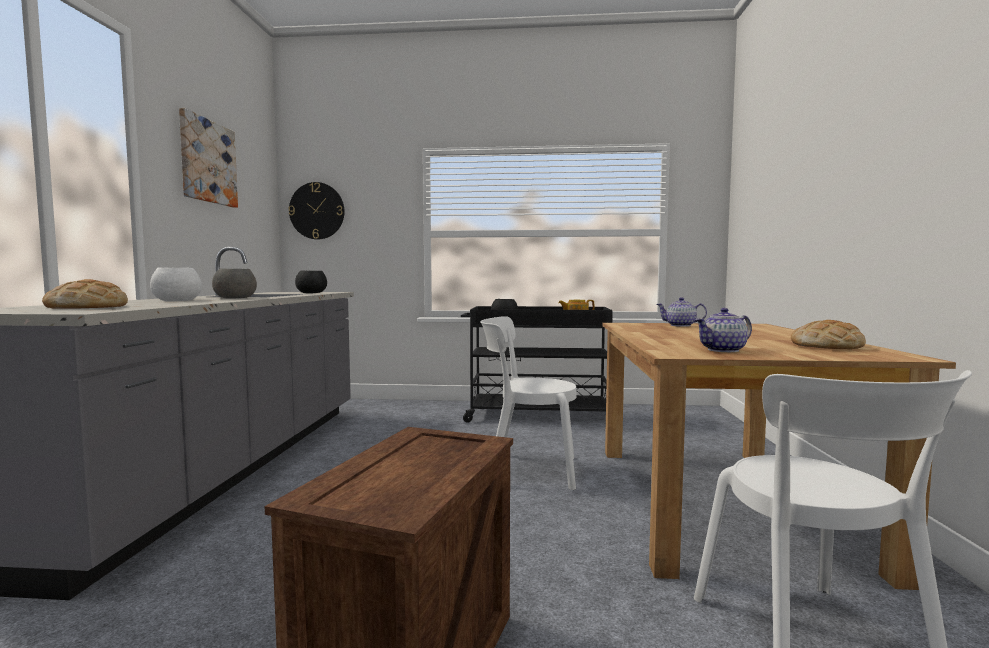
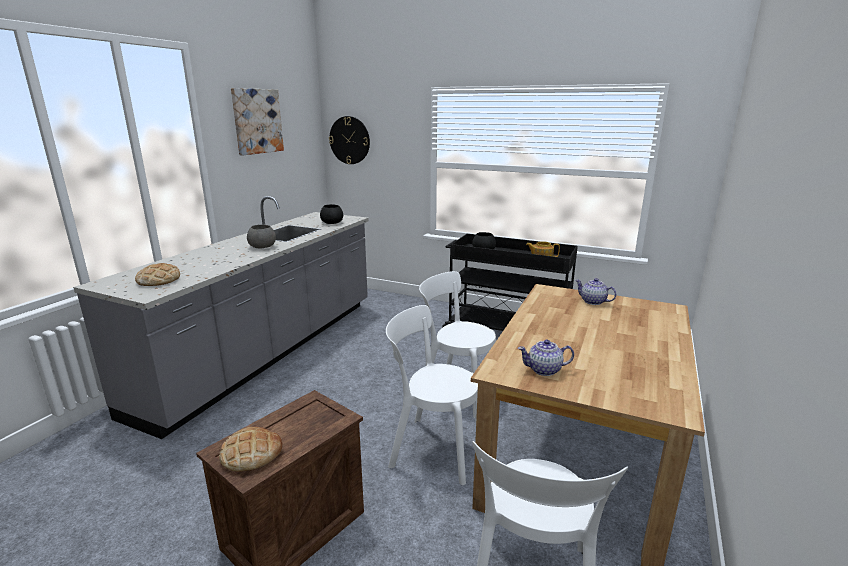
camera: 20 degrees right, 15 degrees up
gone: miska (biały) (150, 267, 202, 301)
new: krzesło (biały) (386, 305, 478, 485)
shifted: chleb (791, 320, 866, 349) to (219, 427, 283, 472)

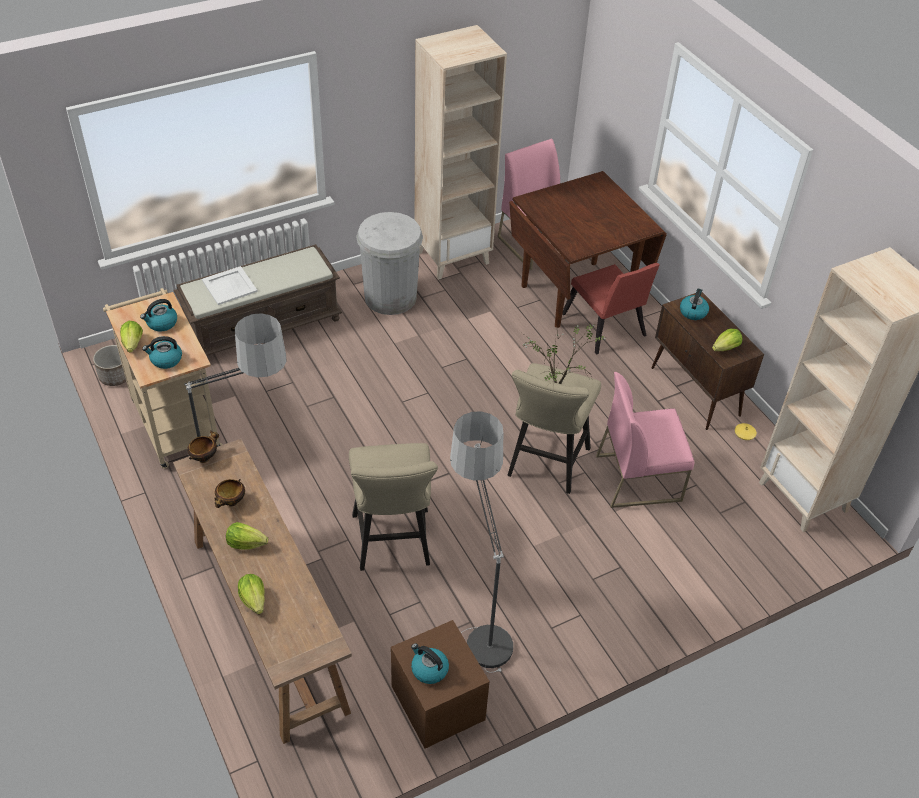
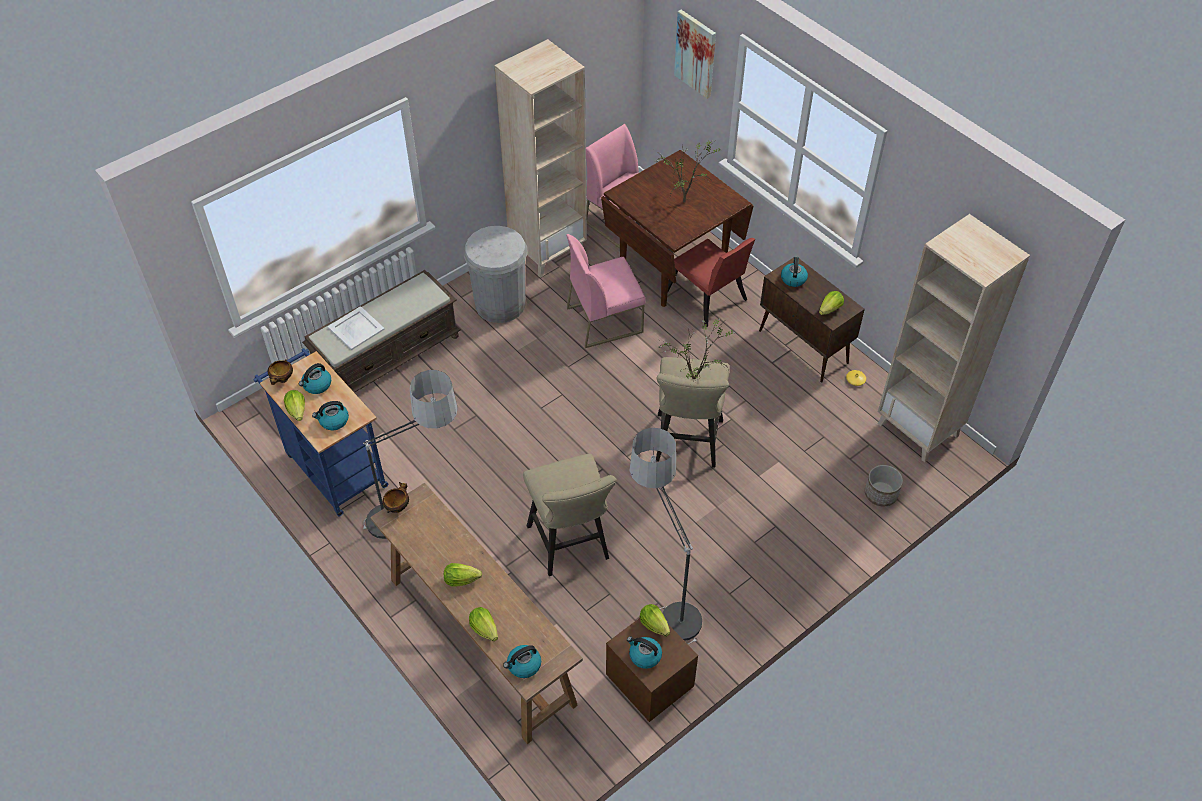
camera: 10 degrees left, 5 degrees up
new: obraz (674, 10, 716, 99); roślina doniczkowa (654, 140, 721, 203); sałata (640, 604, 670, 636); czajnik (503, 645, 541, 678)
shifted: donica (93, 345, 126, 386) to (865, 465, 903, 506); krzesło (różowy) (596, 372, 694, 508) to (566, 234, 645, 348); miska (214, 479, 245, 508) to (268, 359, 293, 385)
repainted: wózek (beżowy) (103, 288, 223, 469) to wózek (niebieski) (254, 348, 388, 517)

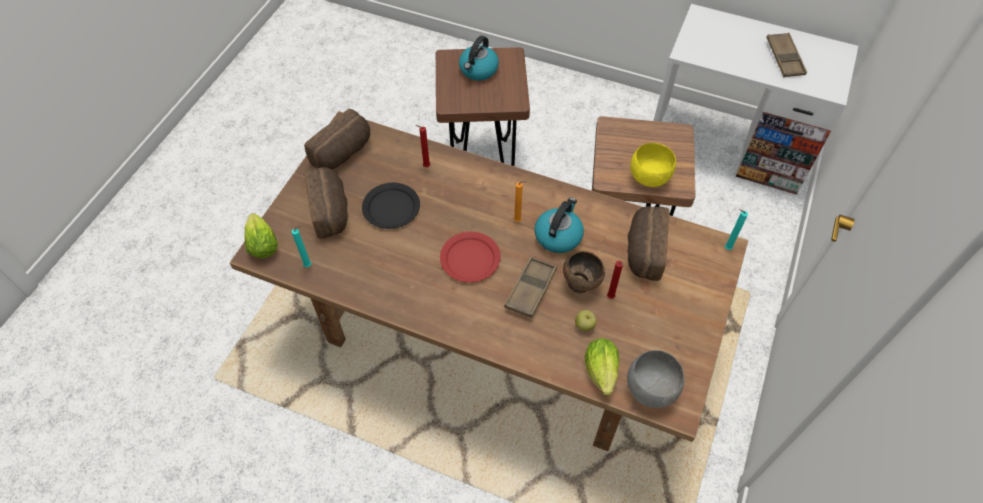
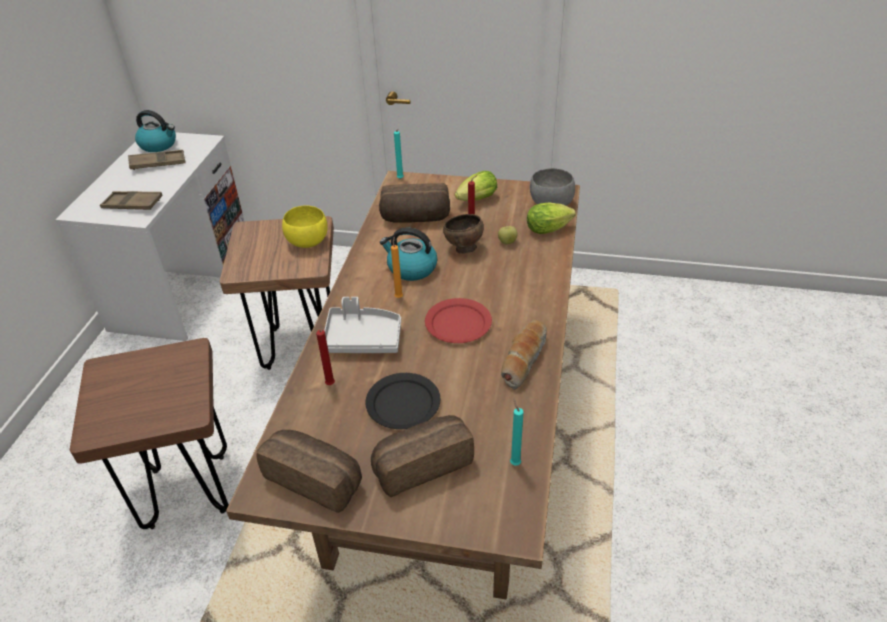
camera: 100 degrees left, 15 degrees down
new: taca (szary) (324, 297, 401, 353); chleb (501, 319, 547, 390)
shifted: czajnik (459, 36, 499, 80) to (135, 110, 176, 152); sałata (244, 213, 278, 258) to (455, 171, 497, 201); taca (brązowy) (504, 257, 557, 318) to (100, 191, 163, 210)

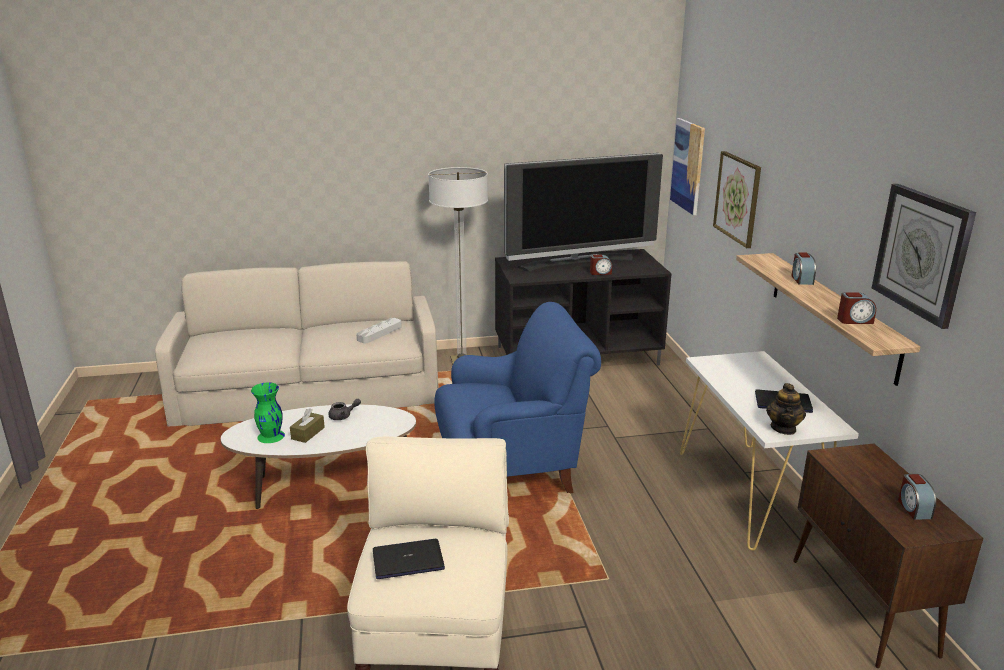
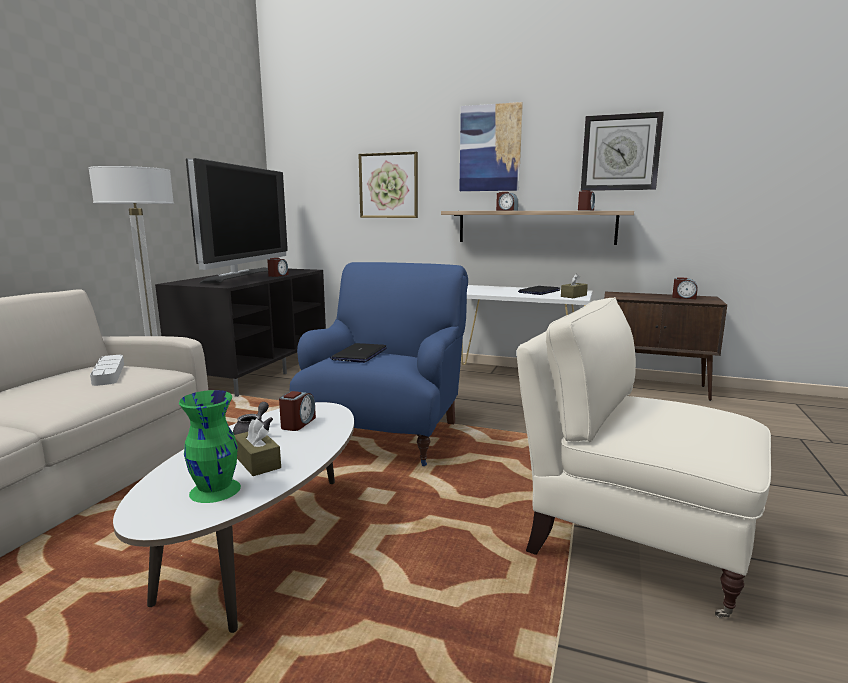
camera: 60 degrees left, 10 degrees down
new: budzik (279, 391, 316, 431)
shifted: obraz (670, 118, 705, 215) to (459, 102, 523, 191); laptop (373, 538, 445, 579) to (330, 343, 387, 363)
swapped: imbryk (766, 383, 806, 435) to pudełko chusteczek (brązowy) (561, 273, 588, 298)

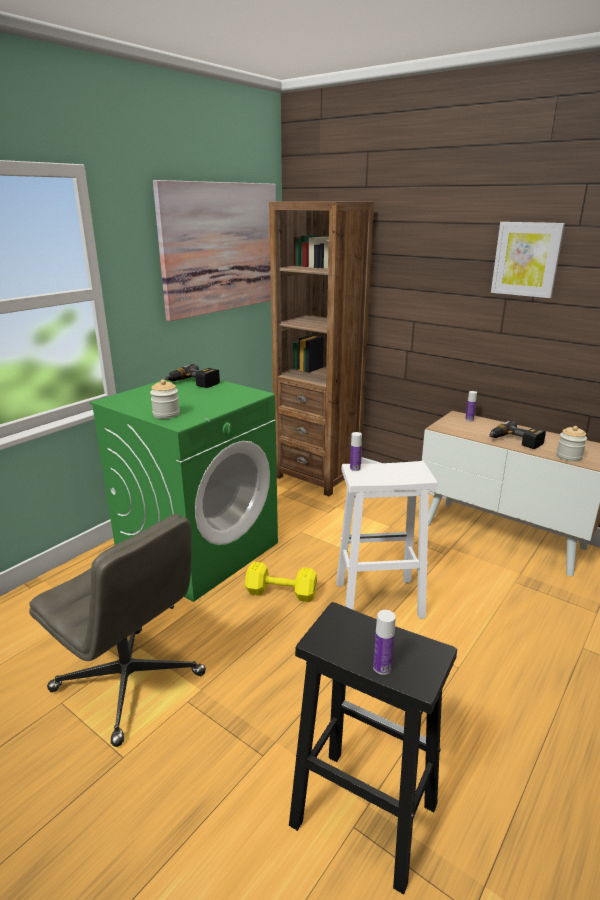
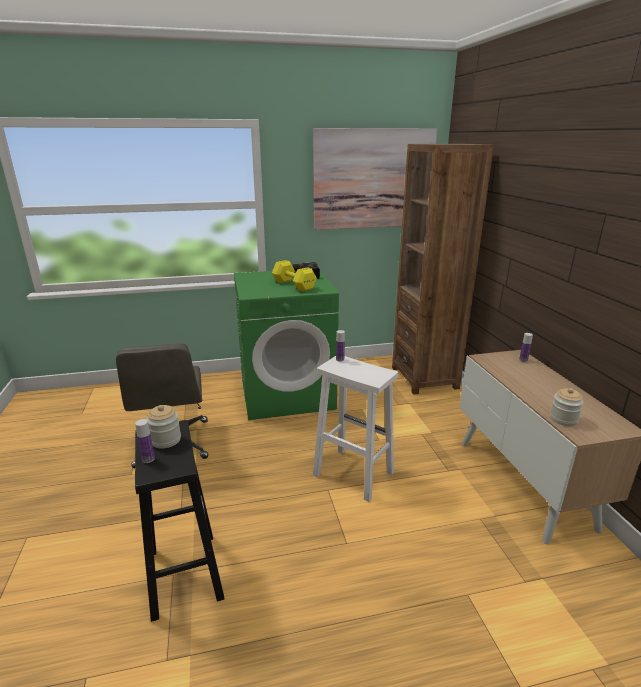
camera: 40 degrees right, 0 degrees up
gone: obraz (491, 222, 565, 298); wiertarka (489, 420, 546, 449)
shifted: słoik (150, 379, 180, 419) to (146, 405, 181, 449); hantel (żółty) (245, 562, 317, 602) to (272, 260, 317, 292)

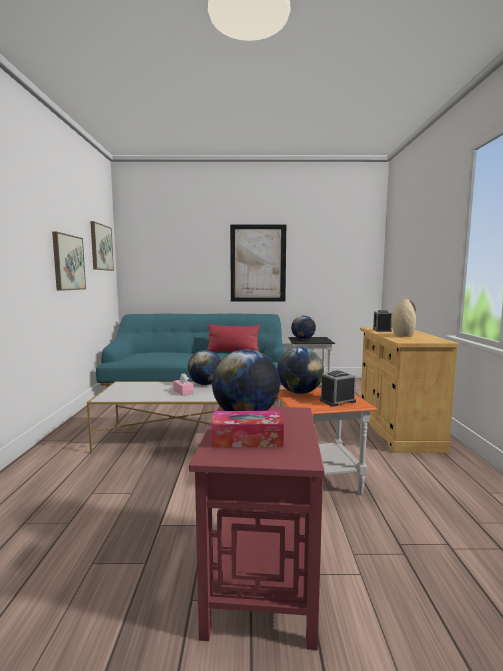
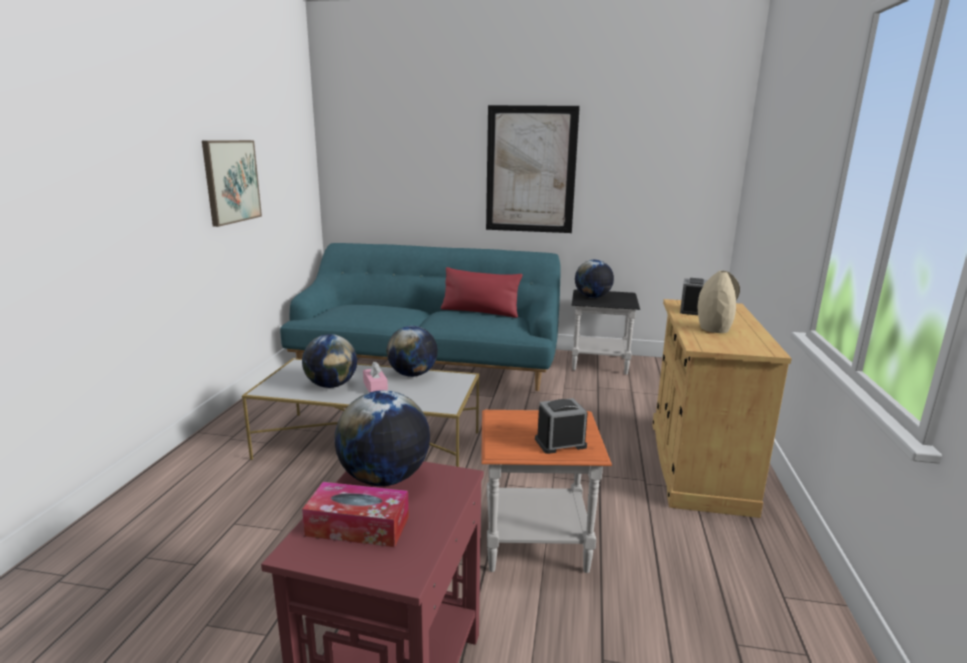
camera: 10 degrees right, 10 degrees up
gone: obraz (90, 221, 114, 271)
shifted: globus (277, 347, 324, 394) to (302, 334, 357, 388)

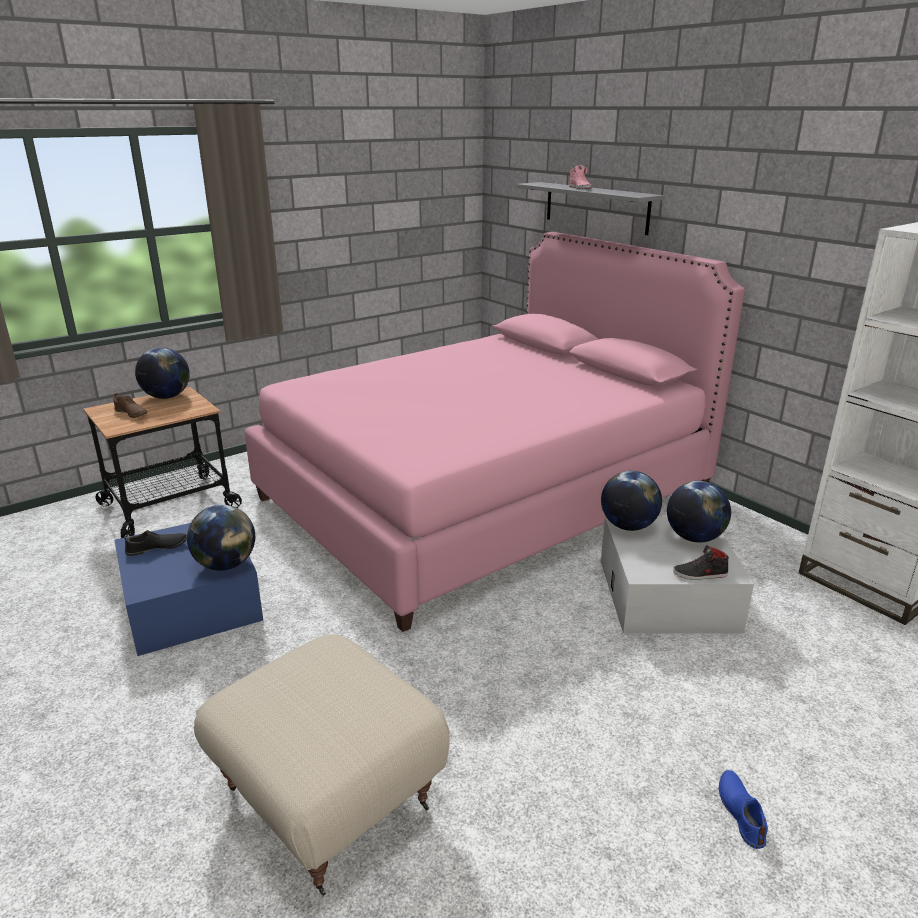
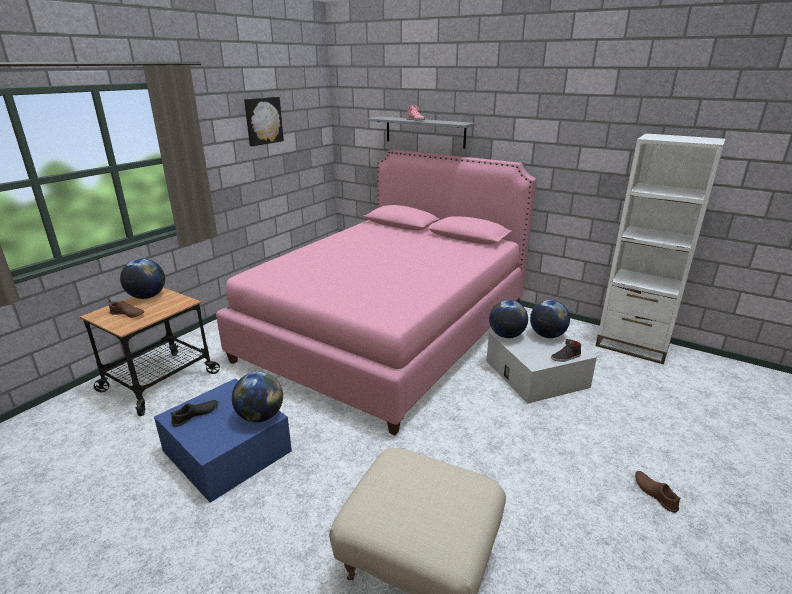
camera: 20 degrees left, 0 degrees up
new: obraz (244, 97, 284, 146)
repainted: but (niebieski) (719, 770, 768, 849) to but (brązowy) (635, 471, 680, 513)

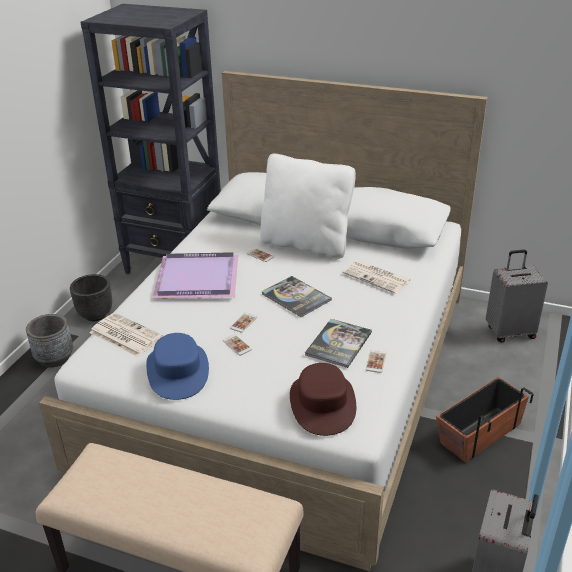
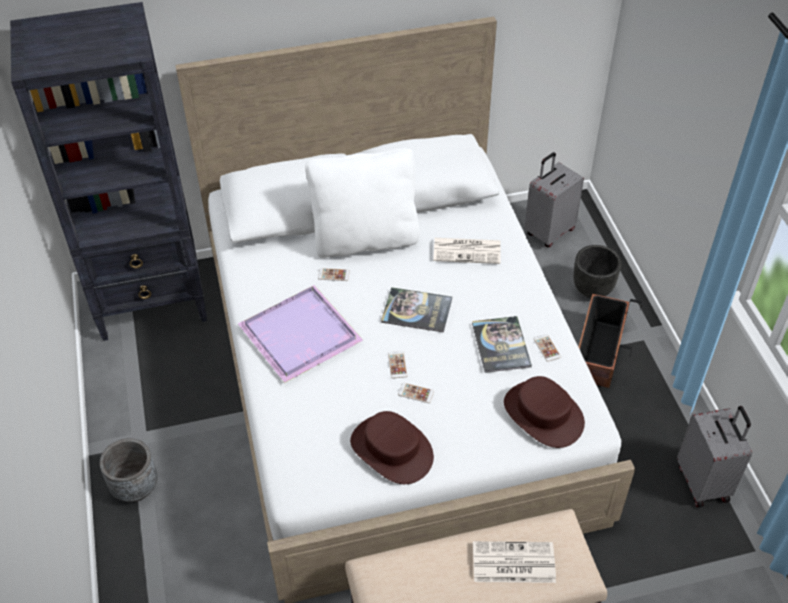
camera: 35 degrees left, 15 degrees up
shifted: donica (czarny) (70, 274, 112, 321) to (573, 245, 621, 299); gazeta (90, 313, 163, 357) to (473, 541, 556, 583)
repainted: kapelusz (niebieski) (146, 333, 209, 400) to kapelusz (brązowy) (350, 411, 434, 484)

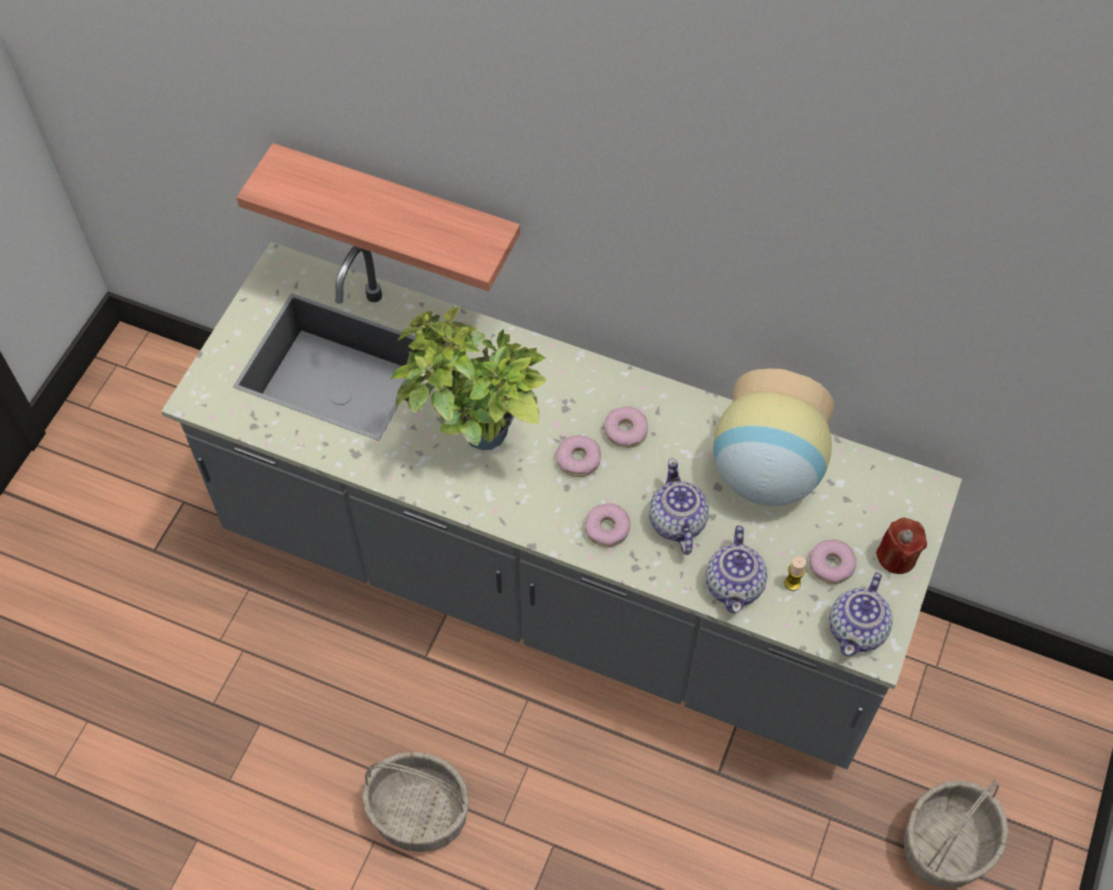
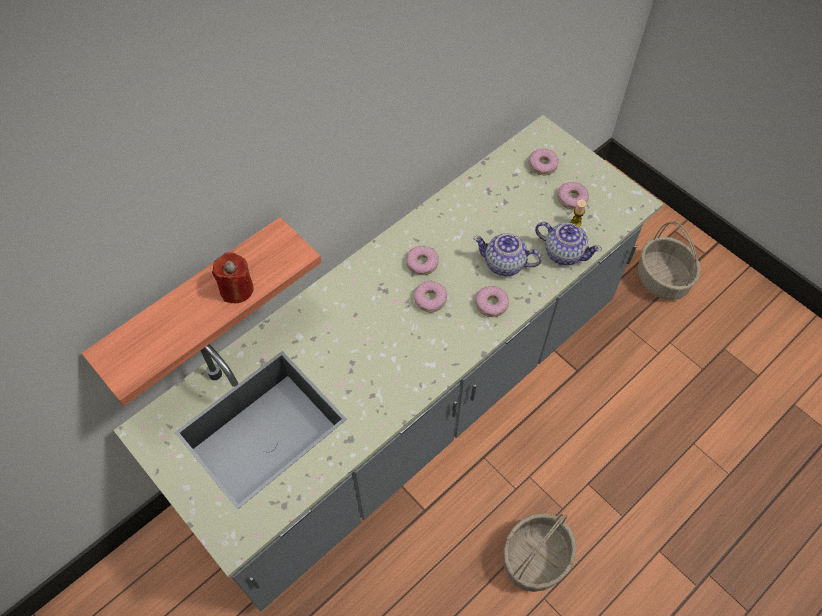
camera: 65 degrees left, 0 degrees up
gone: roślina doniczkowa (391, 306, 547, 450); wazon (713, 369, 834, 506); imbryk (829, 572, 893, 656)
new: donut (529, 148, 559, 175)
shifted: świeca (czerwony) (876, 518, 927, 574) to (212, 252, 254, 304)

